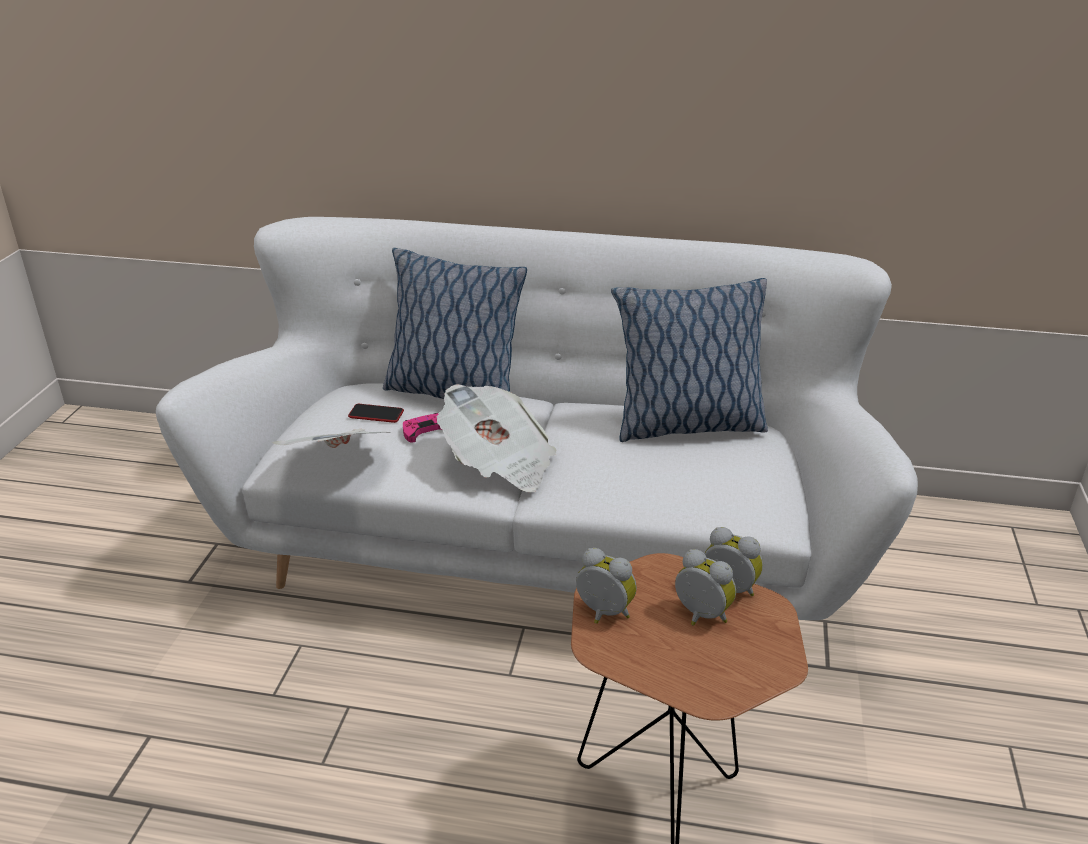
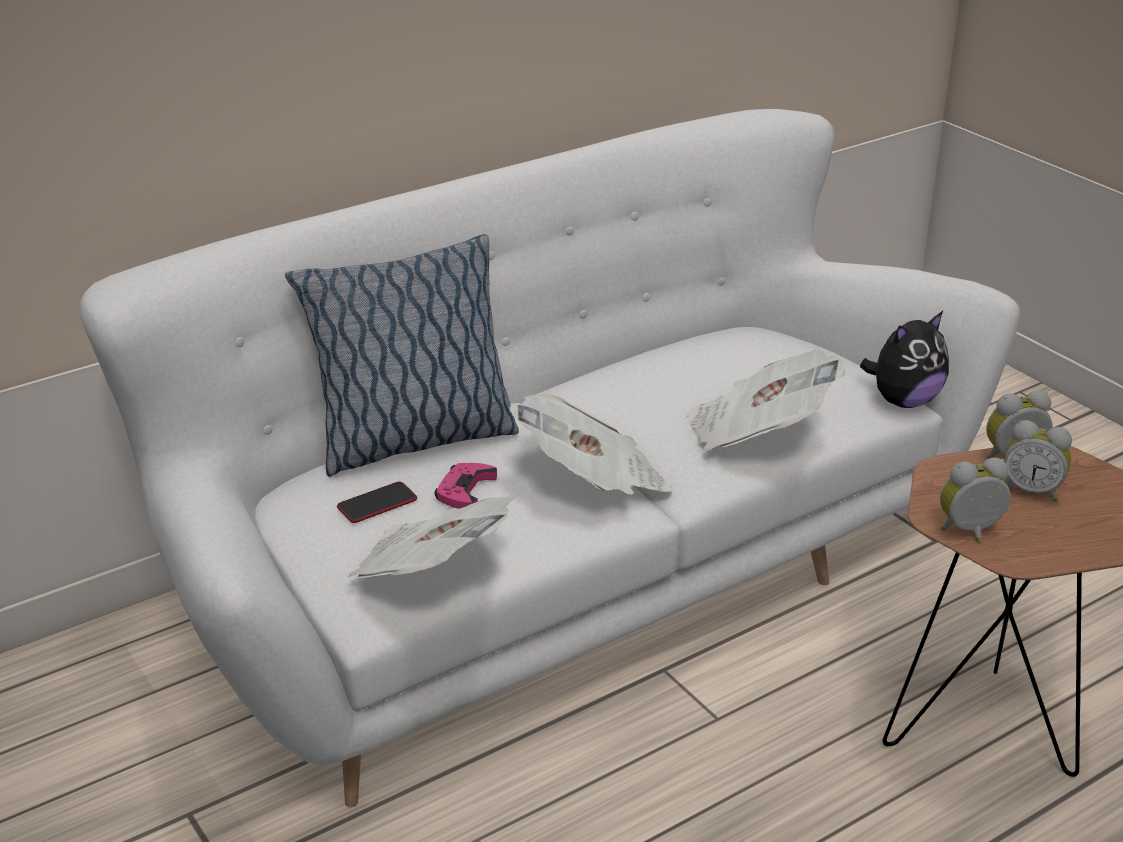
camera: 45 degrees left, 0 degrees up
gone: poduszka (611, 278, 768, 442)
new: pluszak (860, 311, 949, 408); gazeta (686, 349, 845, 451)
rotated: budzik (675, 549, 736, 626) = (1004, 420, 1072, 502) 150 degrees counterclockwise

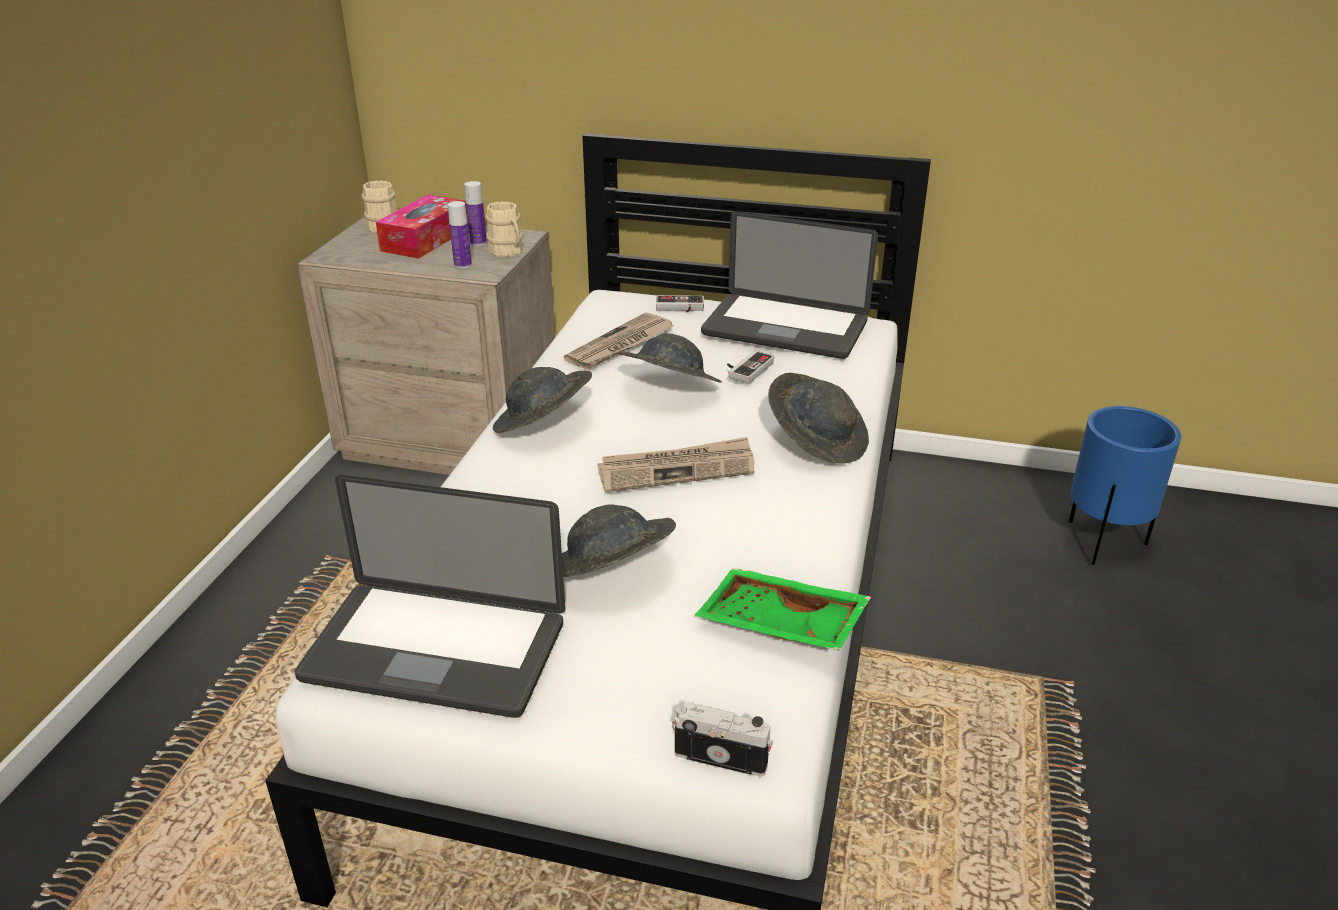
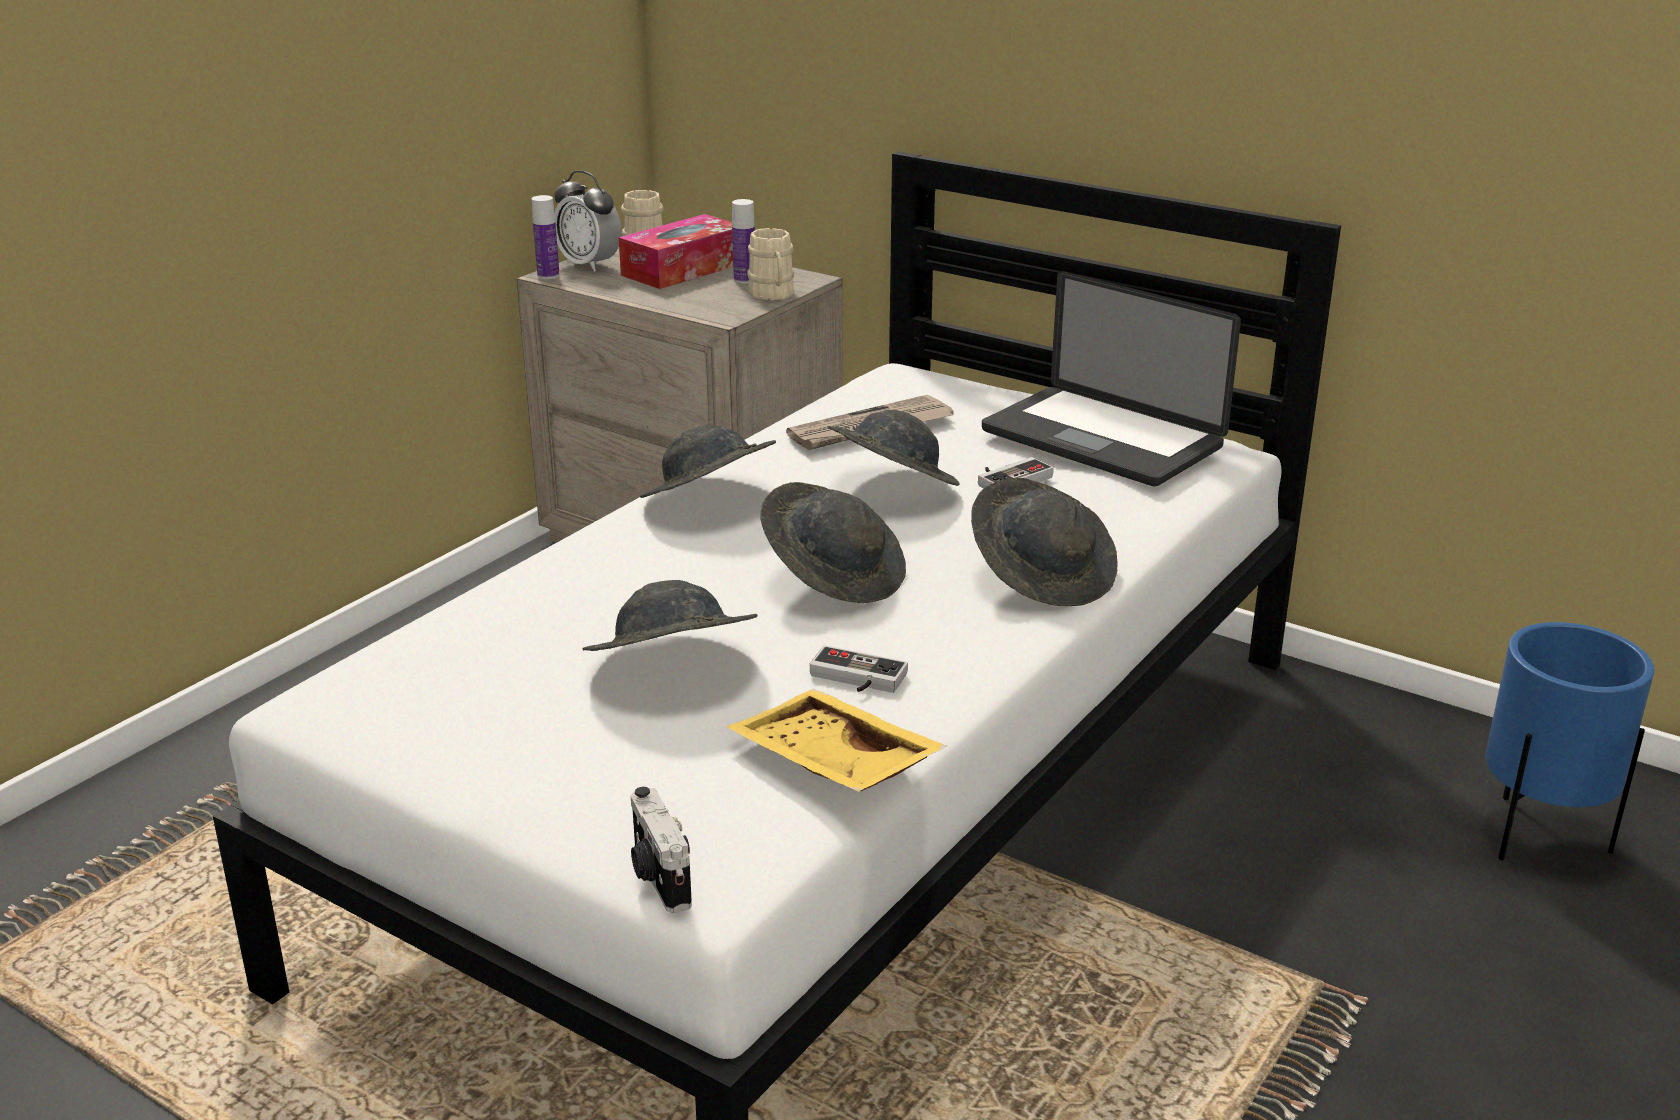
camera: 20 degrees right, 5 degrees down
gone: laptop (294, 475, 565, 718)
new: budzik (554, 171, 622, 272)
shifted: butelka (448, 201, 472, 269) to (531, 195, 560, 279); pad do gier (656, 295, 704, 312) to (810, 645, 908, 693)
swapped: gazeta (597, 437, 755, 492) to kapelusz (szary) (760, 482, 906, 603)
repainted: taca (zielony) (695, 568, 871, 651) to taca (żółty) (726, 689, 947, 792)
rotated: aparat fotograficzny (672, 702, 773, 777) = (631, 787, 692, 913) 150 degrees counterclockwise

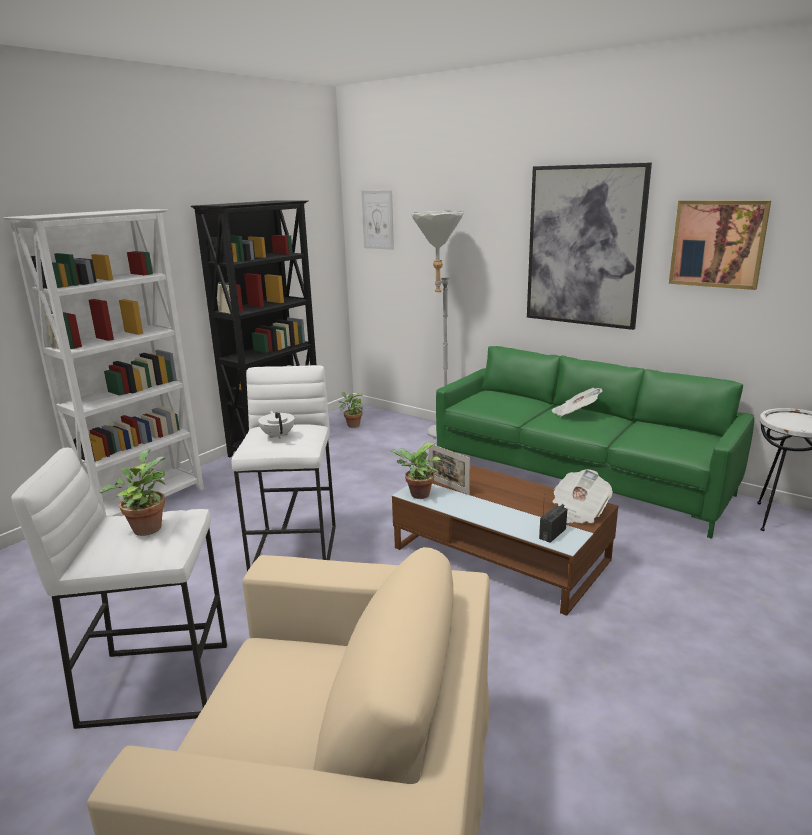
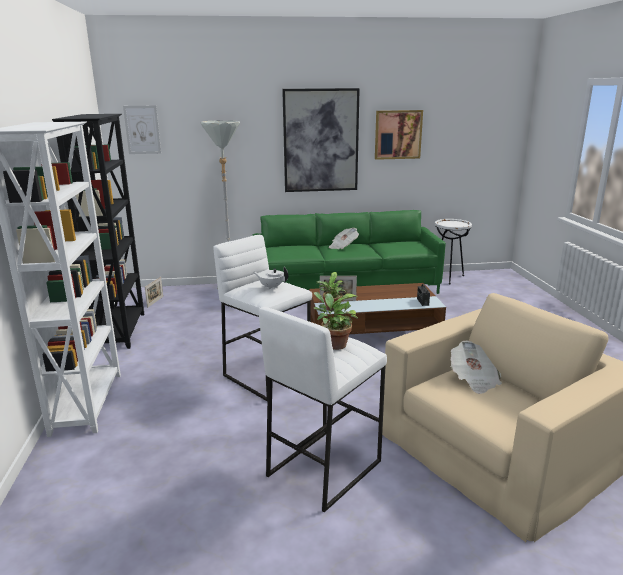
camera: 45 degrees left, 0 degrees up
shifted: gazeta (553, 469, 613, 523) to (451, 341, 502, 394)
swapped: roślina doniczkowa (338, 392, 364, 428) to ramka na zdjęcie (145, 277, 163, 308)

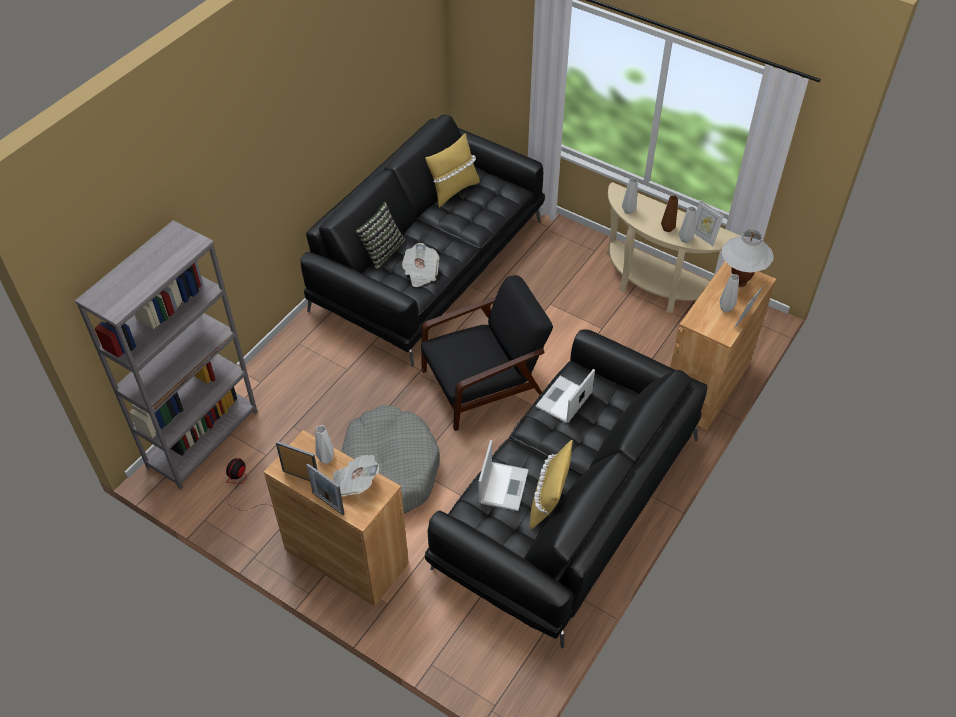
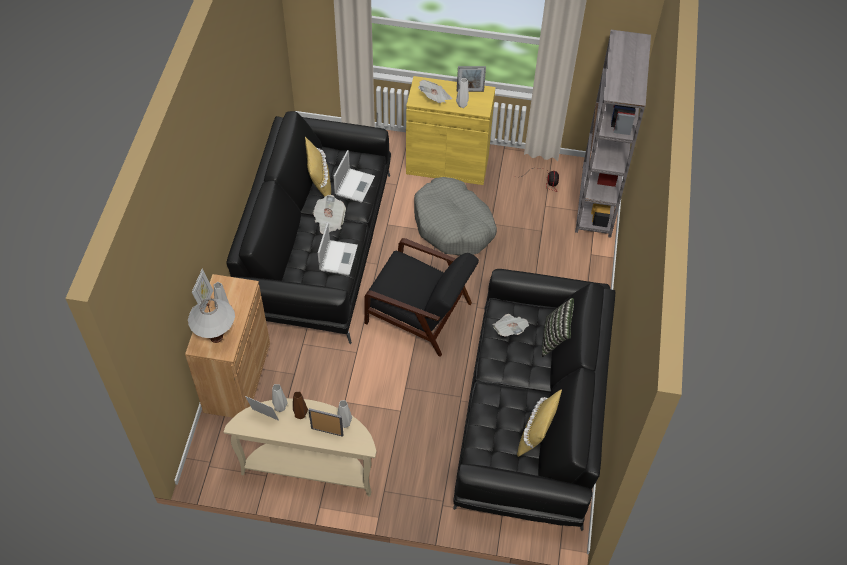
camera: 155 degrees right, 5 degrees up
new: gazeta (313, 195, 346, 234)
shifted: ramka na zdjęcie (306, 464, 344, 515) to (308, 408, 343, 437)
repainted: szafka (brązowy) (264, 430, 409, 606) to szafka (żółty) (406, 76, 495, 185)
rotated: fotel (czarny) (421, 275, 553, 431) = (364, 238, 479, 357) 105 degrees counterclockwise; laptop (478, 440, 529, 511) = (333, 150, 375, 203) 150 degrees counterclockwise

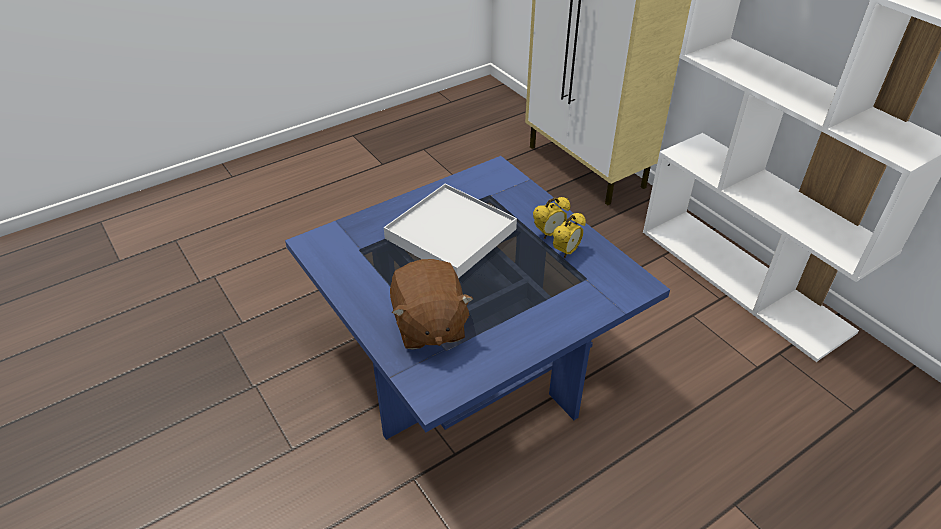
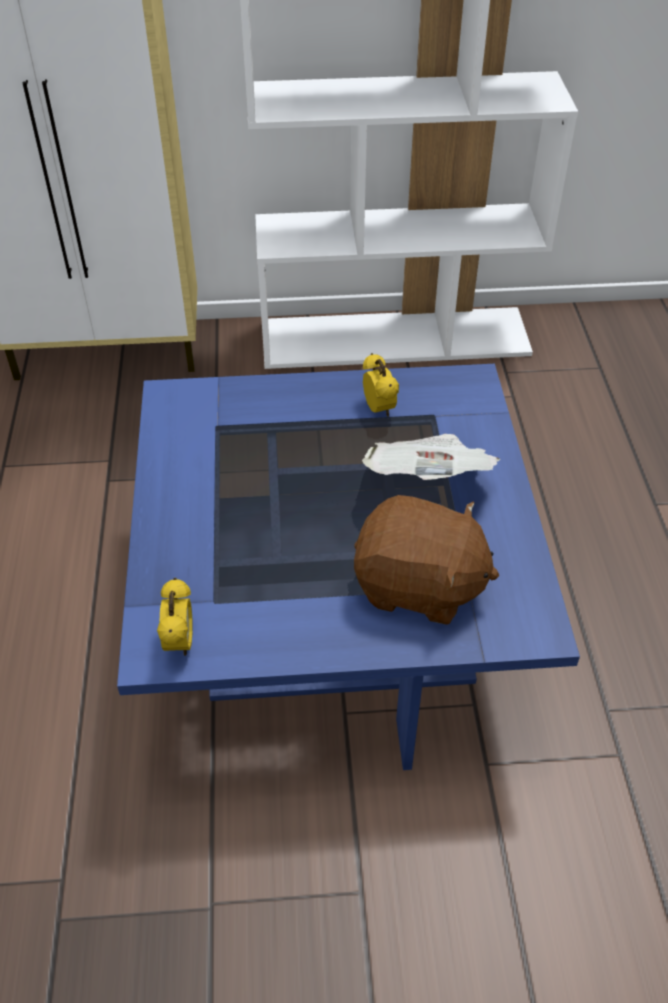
camera: 60 degrees left, 5 degrees up
gone: taca (biały) (384, 184, 517, 278)
new: gazeta (362, 434, 500, 480)
shifted: budzik (533, 197, 571, 239) to (157, 578, 193, 656)

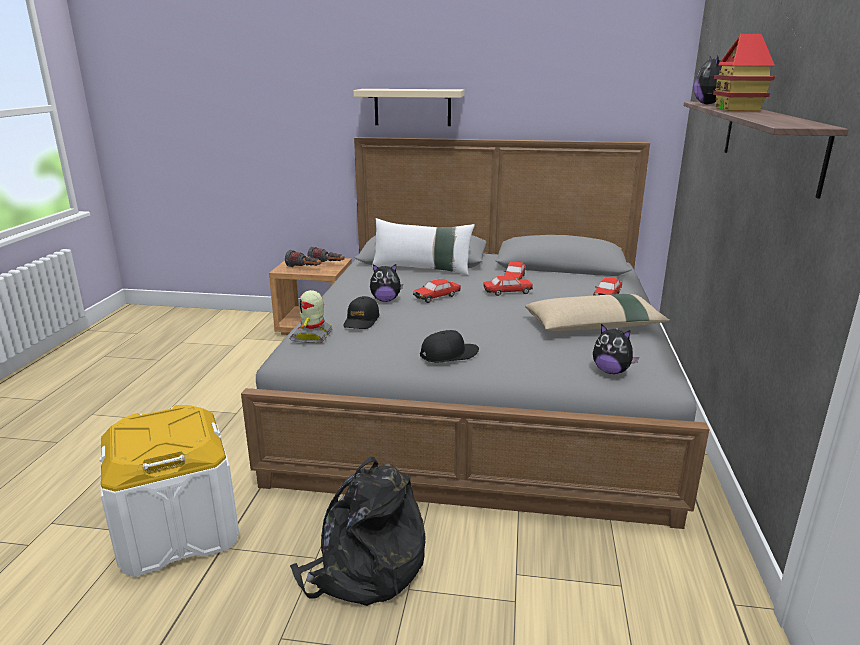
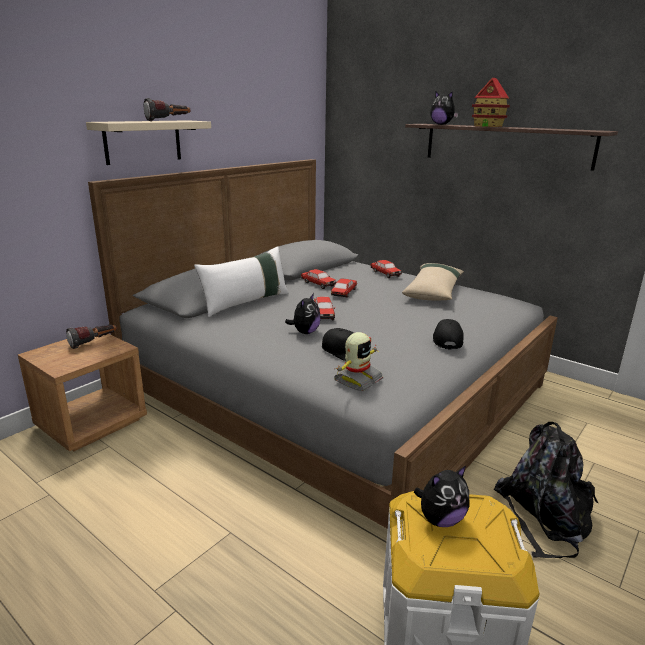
camera: 60 degrees left, 0 degrees up
shifted: latarka (285, 250, 321, 267) to (144, 98, 190, 121); pluszak (593, 324, 639, 374) to (414, 466, 469, 527)
rotated: robot zabawkowy (289, 290, 332, 343) = (335, 332, 383, 391) 90 degrees counterclockwise

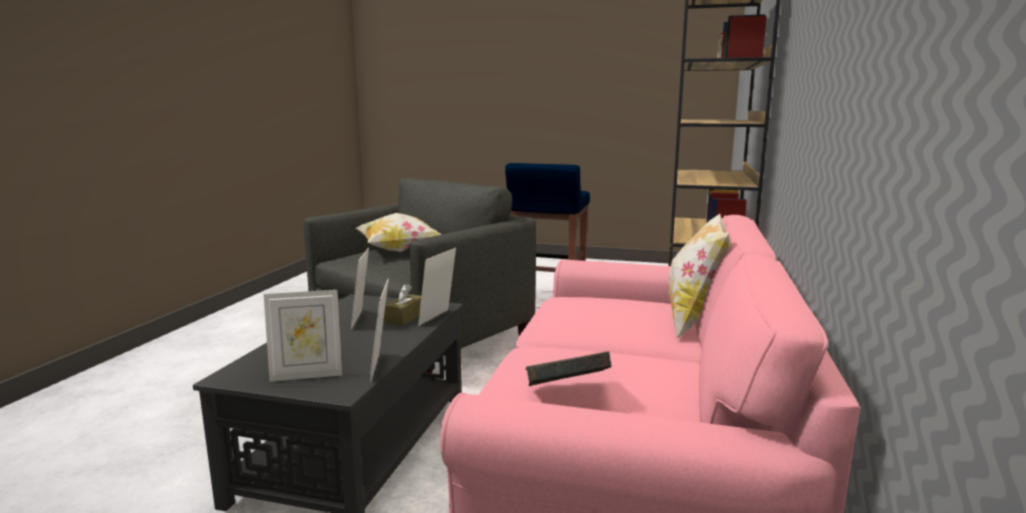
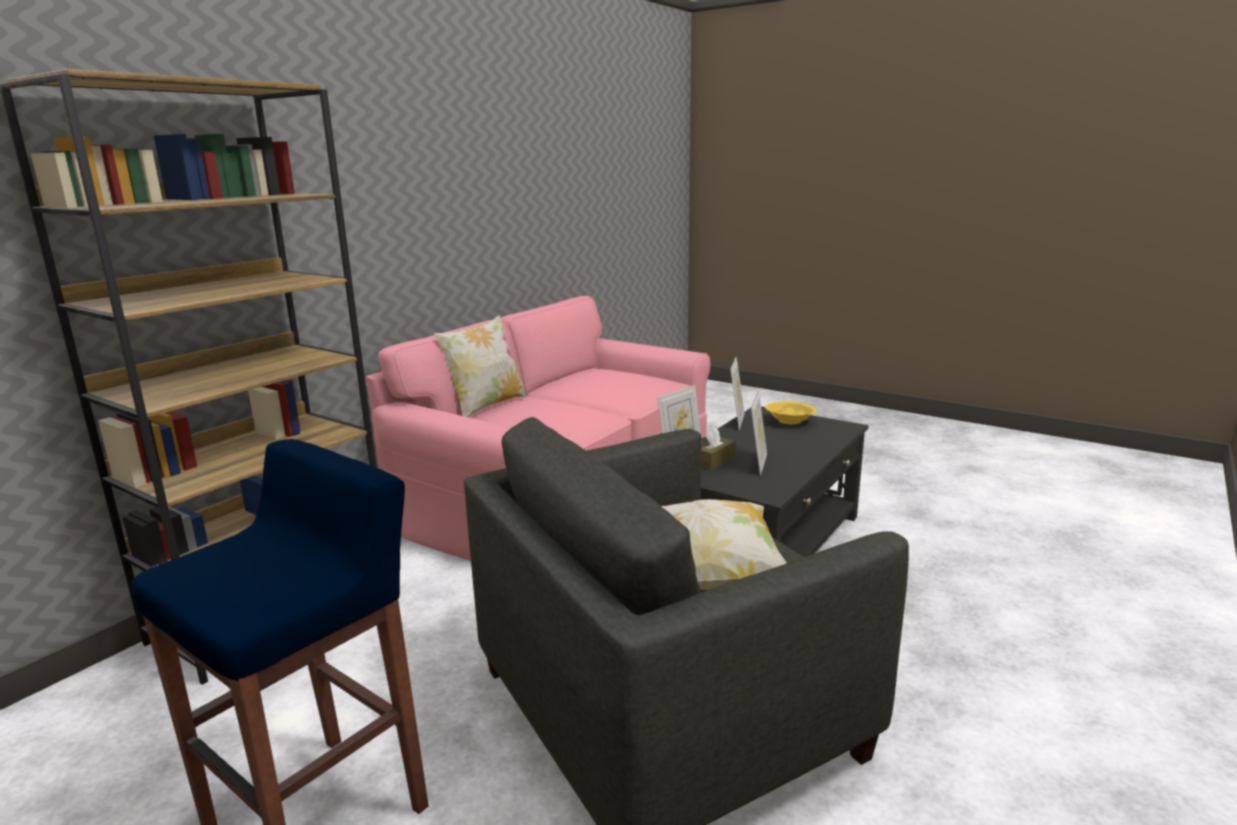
camera: 160 degrees left, 5 degrees up
gone: książka (525, 352, 612, 386)
swapped: ramka na zdjęcie (264, 290, 342, 382) to miska (żółty) (765, 402, 817, 424)

